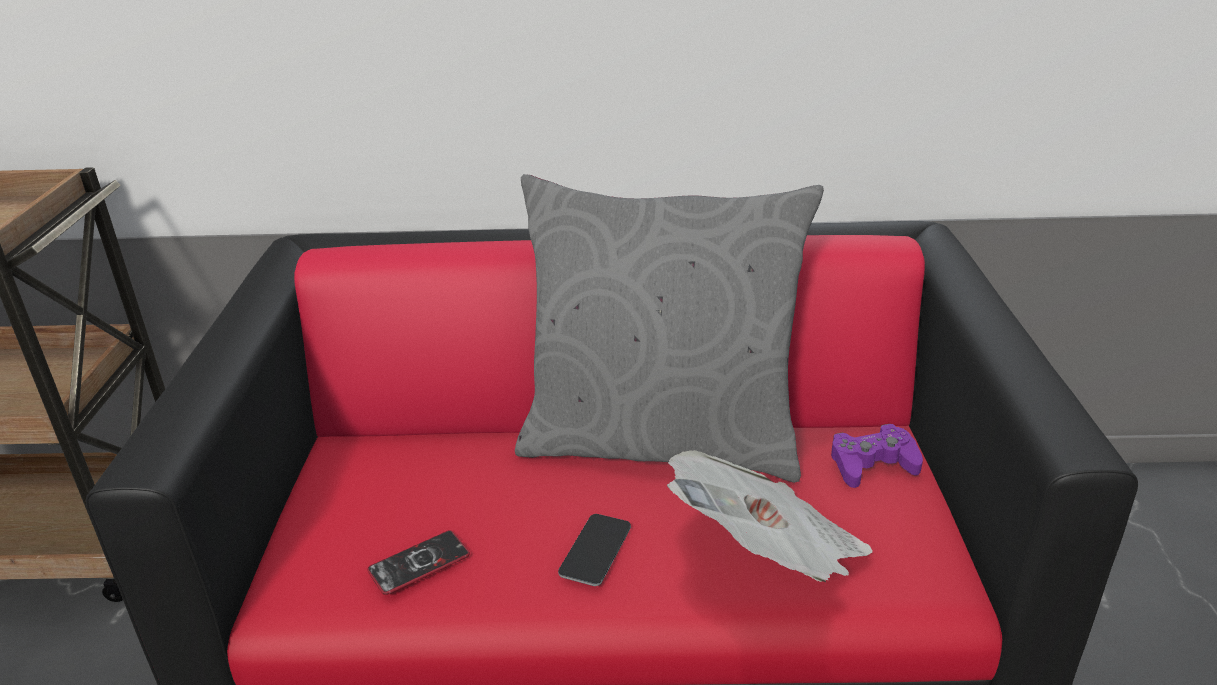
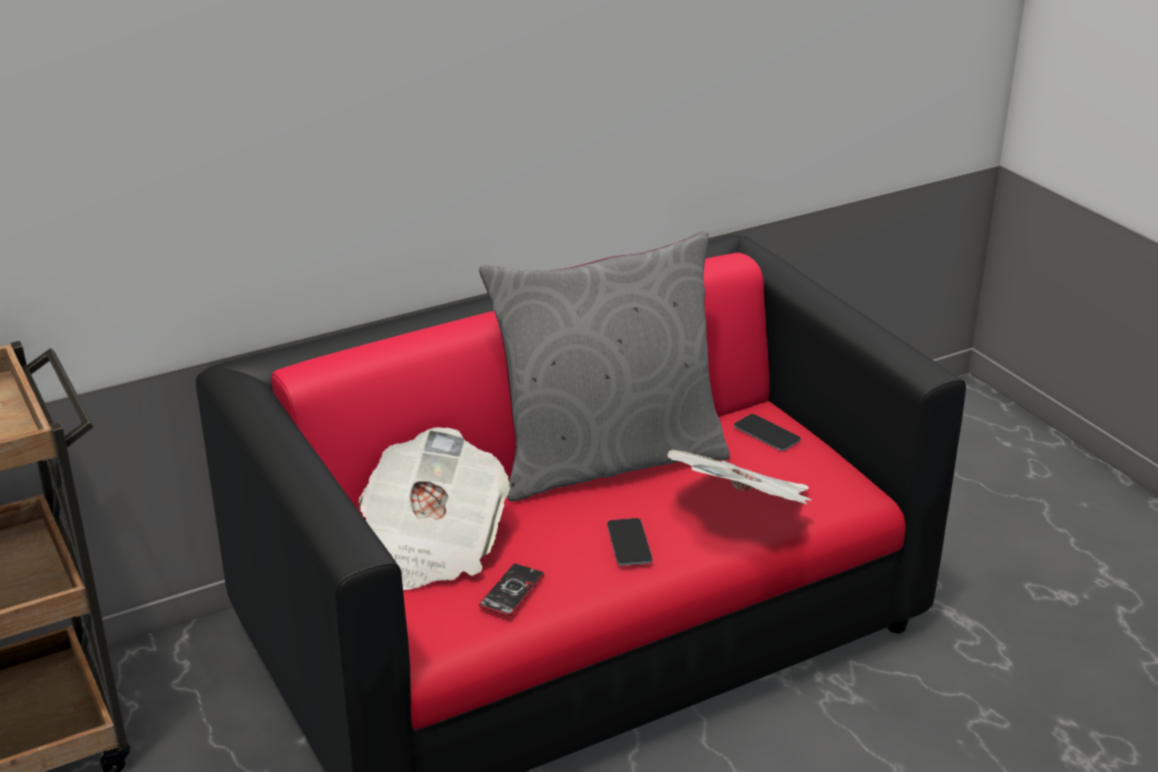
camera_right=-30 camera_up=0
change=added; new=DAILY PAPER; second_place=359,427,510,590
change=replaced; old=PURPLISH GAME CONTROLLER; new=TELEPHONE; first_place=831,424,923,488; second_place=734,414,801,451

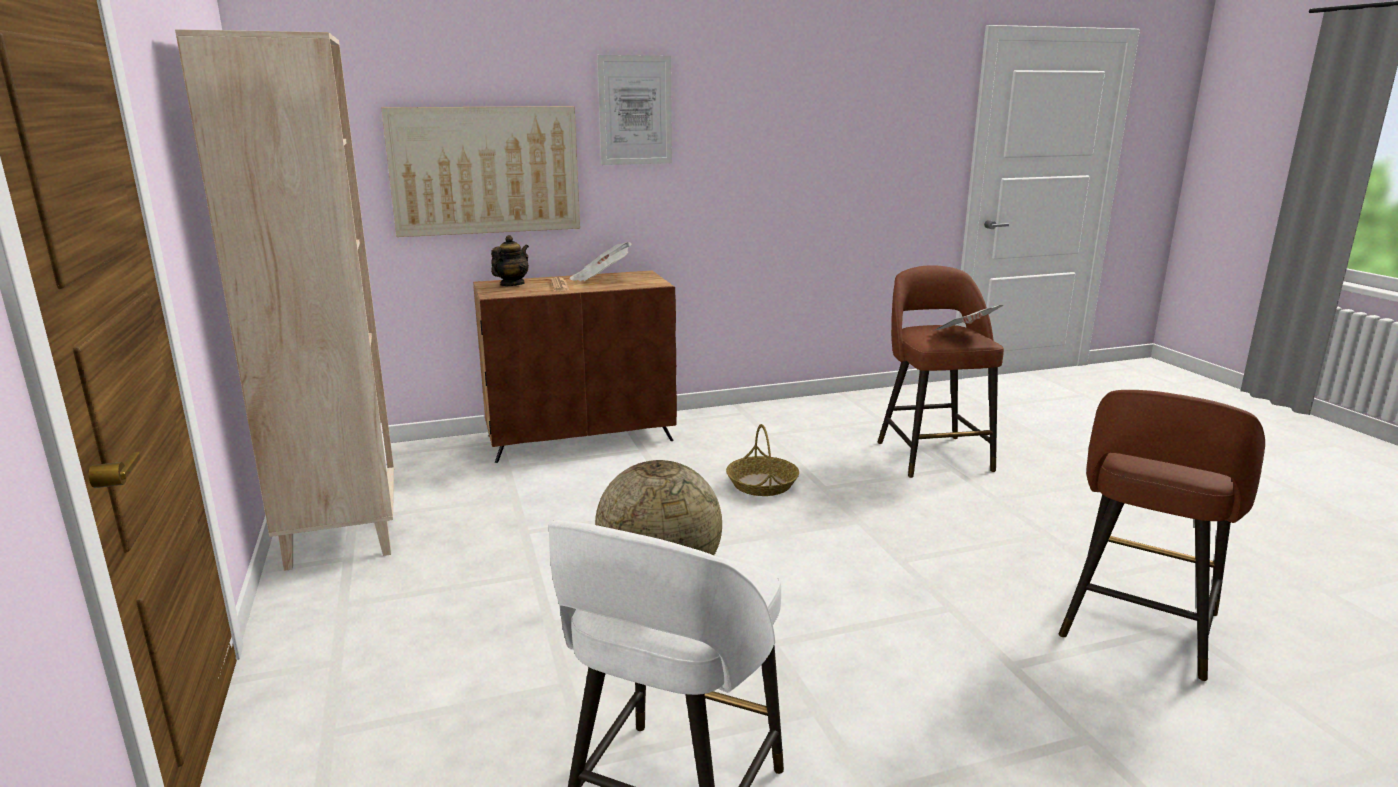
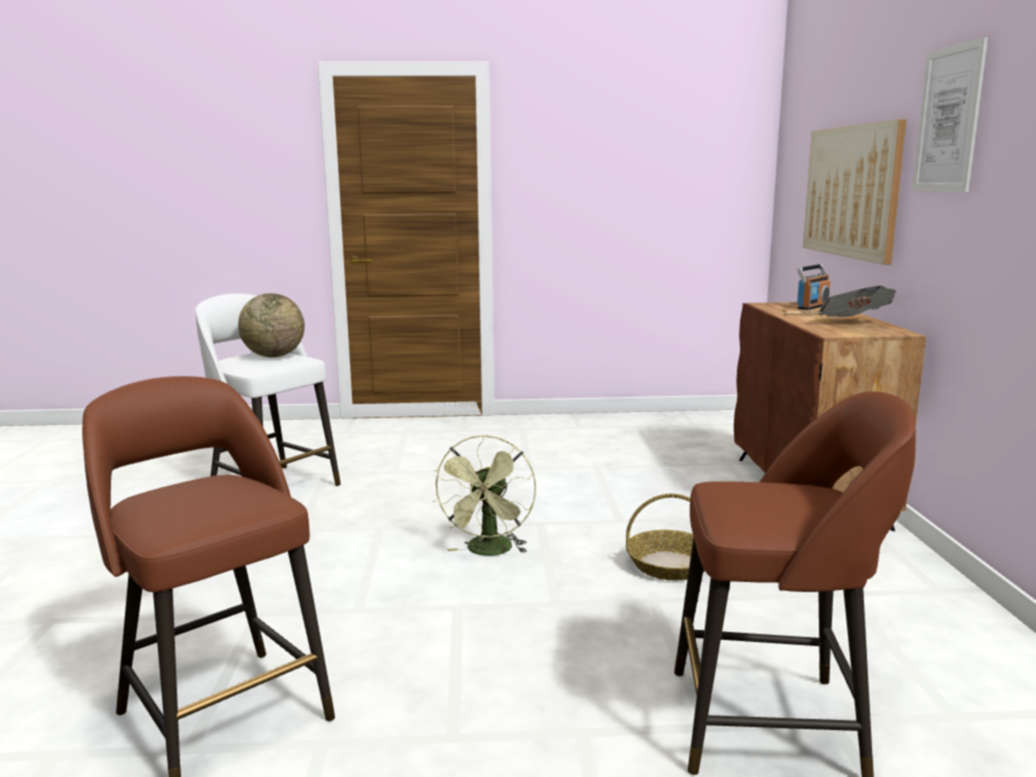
camera_right=105 camera_up=-5
change=removed; old=BEIGE BOOKSHELF; first_place=175,29,394,571
change=removed; old=DAILY PAPER; first_place=933,304,1003,331
change=added; new=GREENISH FAN; second_place=433,435,536,556
change=replaced; old=TEA POT; new=RADIO RECEIVER; first_place=491,235,529,286; second_place=797,264,830,310

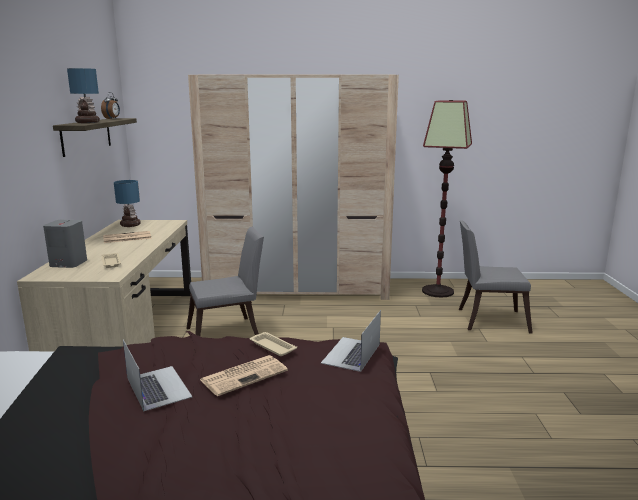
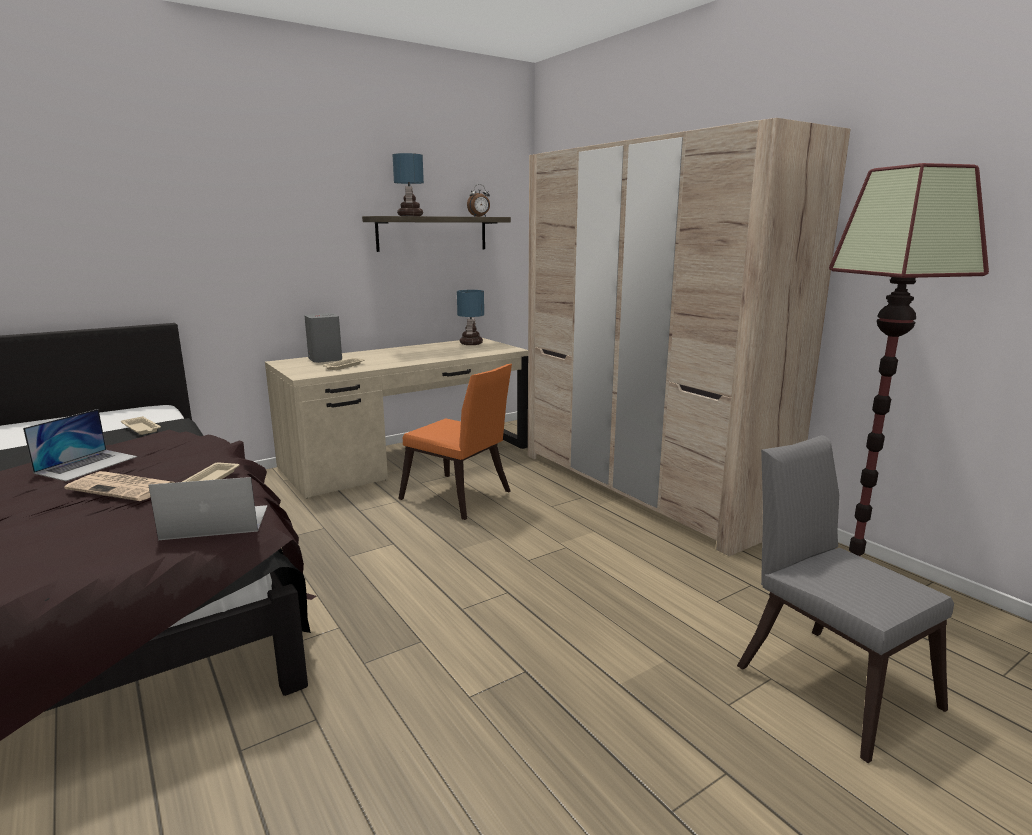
camera_right=55 camera_up=0
change=removed; old=DAILY PAPER; first_place=103,231,152,243
change=added; new=BEIGE TRAY; second_place=121,416,161,435
change=recoloured; old=GREYISH PLAIN CHAIR; new=ORANGE PLAIN CHAIR; first_place=186,227,264,336; second_place=398,364,512,520

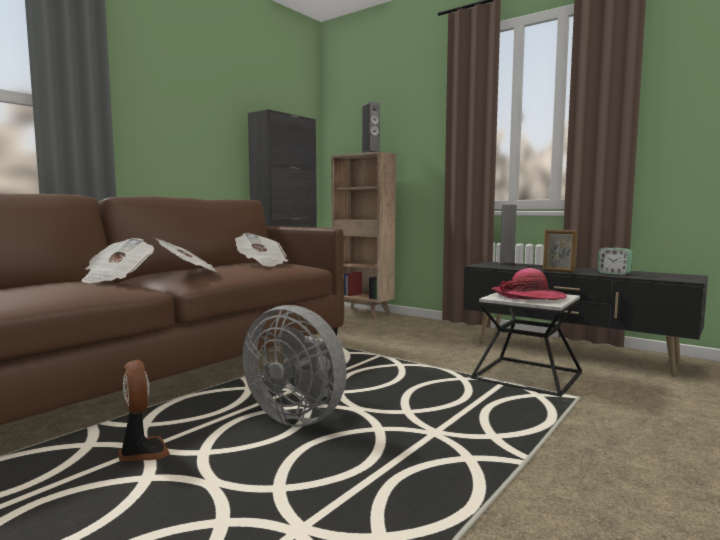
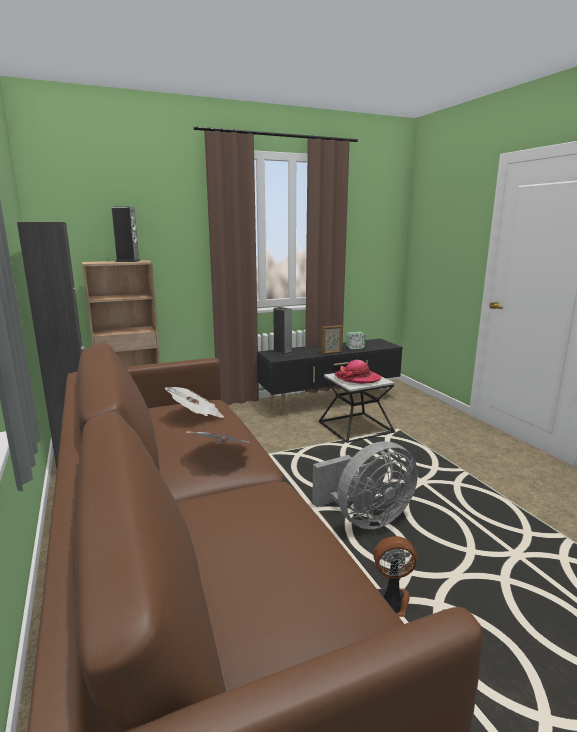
camera_right=-60 camera_up=10
change=removed; old=DAILY PAPER; first_place=81,238,154,283

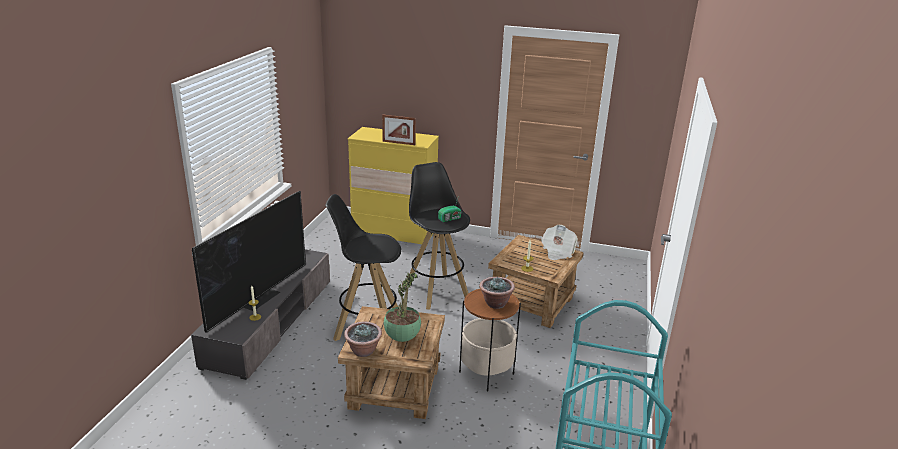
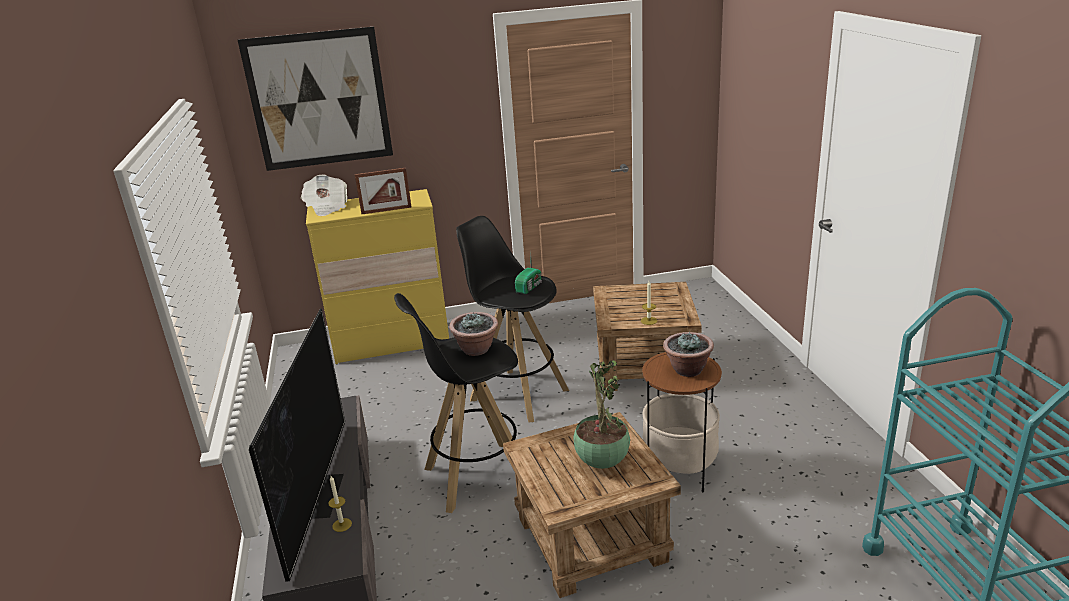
camera_right=-25 camera_up=0
change=added; new=WALL ART; second_place=238,27,393,171
change=moved; old=POTTED PLANT; first_place=344,321,382,357; second_place=449,312,498,356
change=moved; old=DAILY PAPER; first_place=541,225,578,260; second_place=301,175,347,216

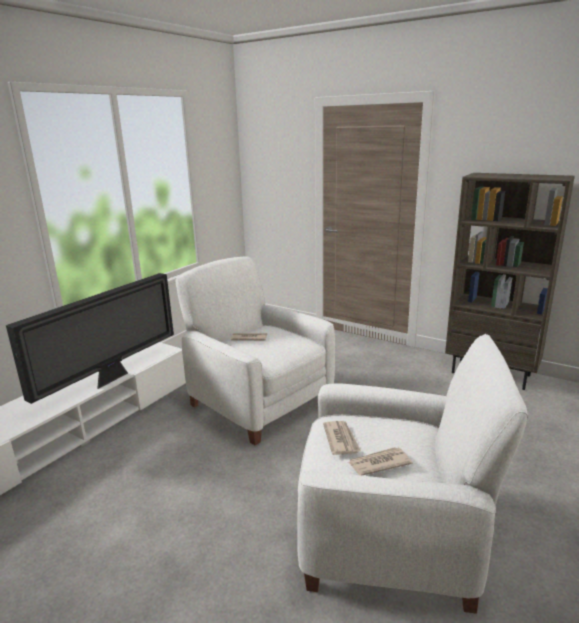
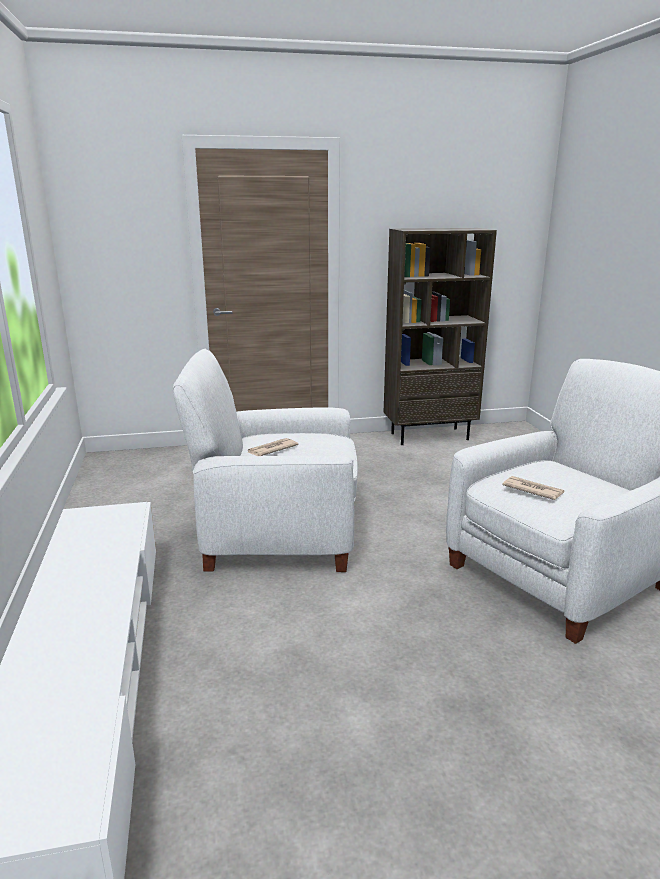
camera_right=-45 camera_up=0
change=removed; old=TV SET; first_place=6,273,174,404
change=removed; old=DAILY PAPER; first_place=348,447,412,475

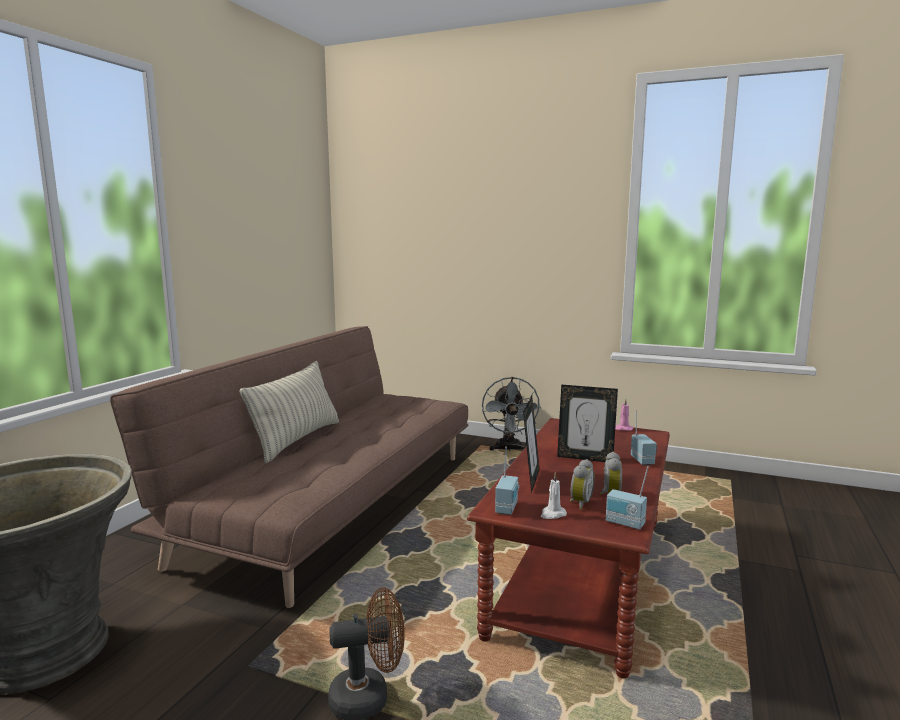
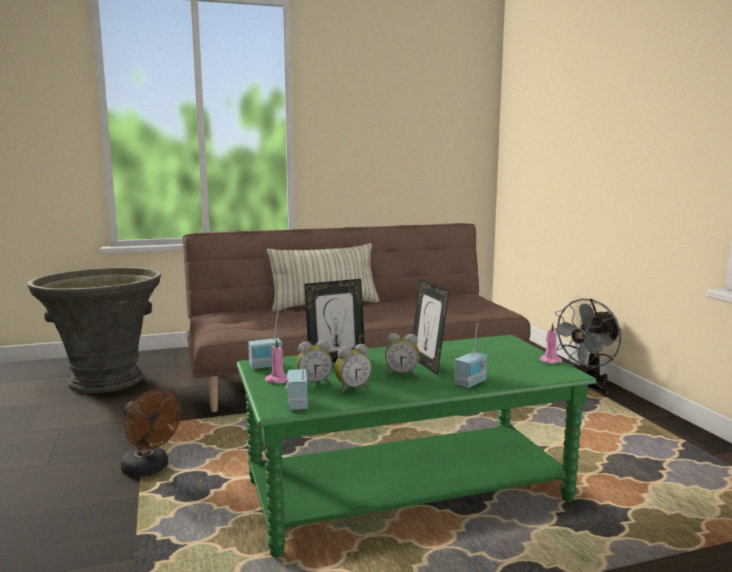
camera_right=50 camera_up=0
change=added; new=TABLE CLOCK; second_place=385,333,420,377
change=recoloured; old=BROWN LOUNGE TABLE; new=GREENISH LOUNGE TABLE; first_place=467,418,670,679; second_place=236,335,597,558
change=recoloured; old=WHITE-COLOURED WAX CANDLE; new=PINKISH WAX CANDLE; first_place=541,472,567,519; second_place=265,338,287,383

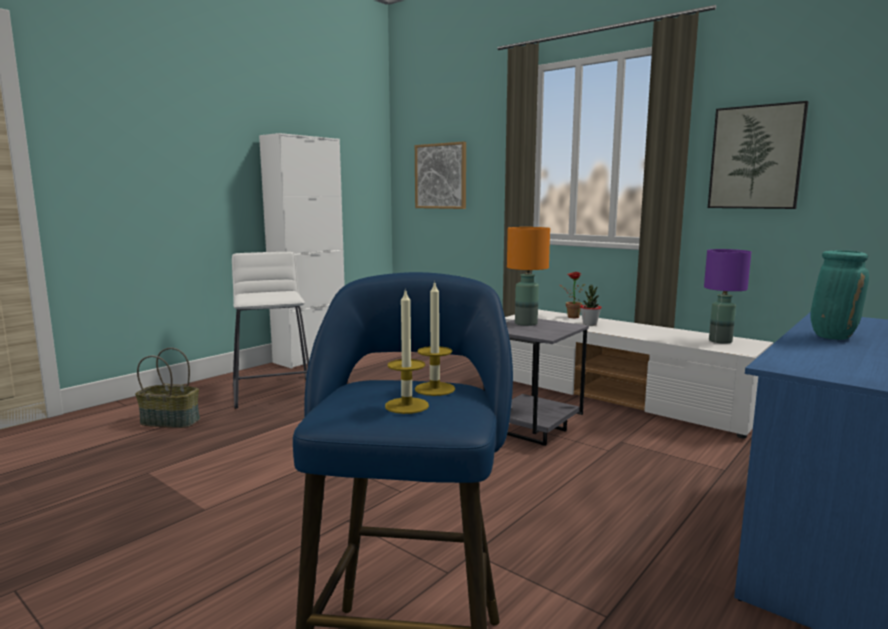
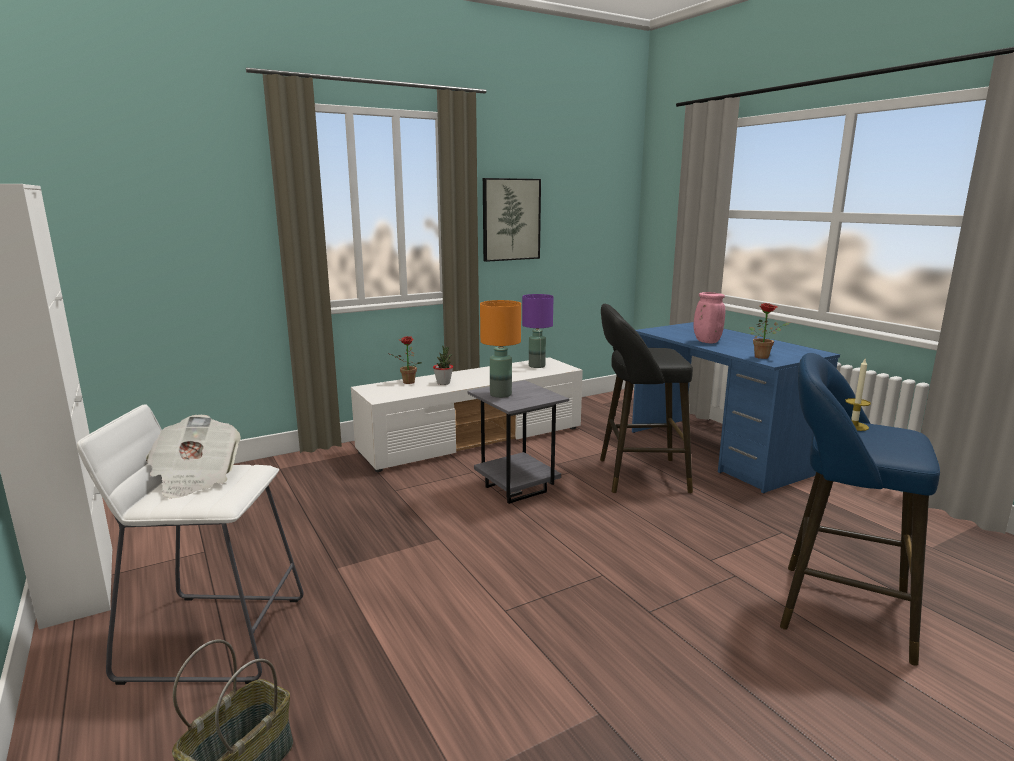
camera_right=-70 camera_up=5
change=removed; old=WAX CANDLE; first_place=385,288,429,414
change=removed; old=WALL ART; first_place=415,141,466,209
change=added; new=DAILY PAPER; second_place=146,415,241,499
change=added; new=BLACK SITTING STOOL; second_place=600,304,693,493
change=added; new=POTTED PLANT; second_place=749,303,791,359
change=recoloured; old=BLUE-GREEN DECORATIVE VASE; new=PINKISH DECORATIVE VASE; first_place=810,250,869,340; second_place=694,292,725,343

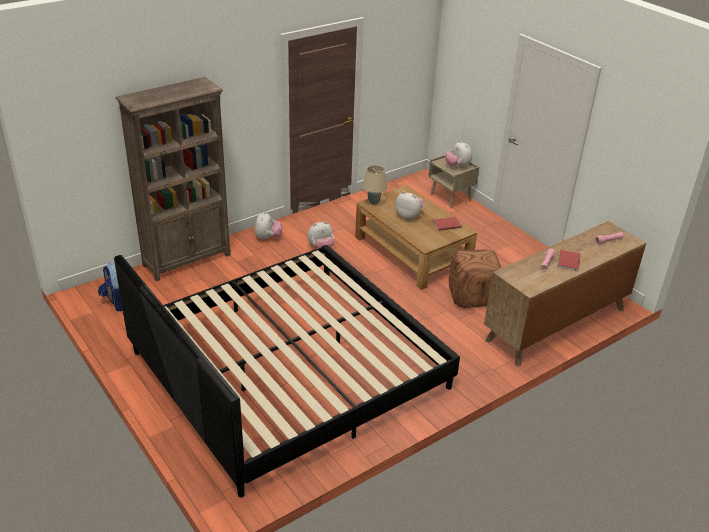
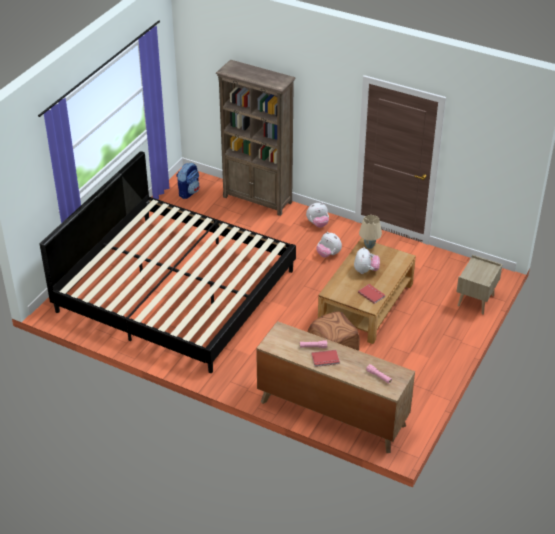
camera_right=65 camera_up=5
change=removed; old=CUDDLY TOY; first_place=445,140,472,168

